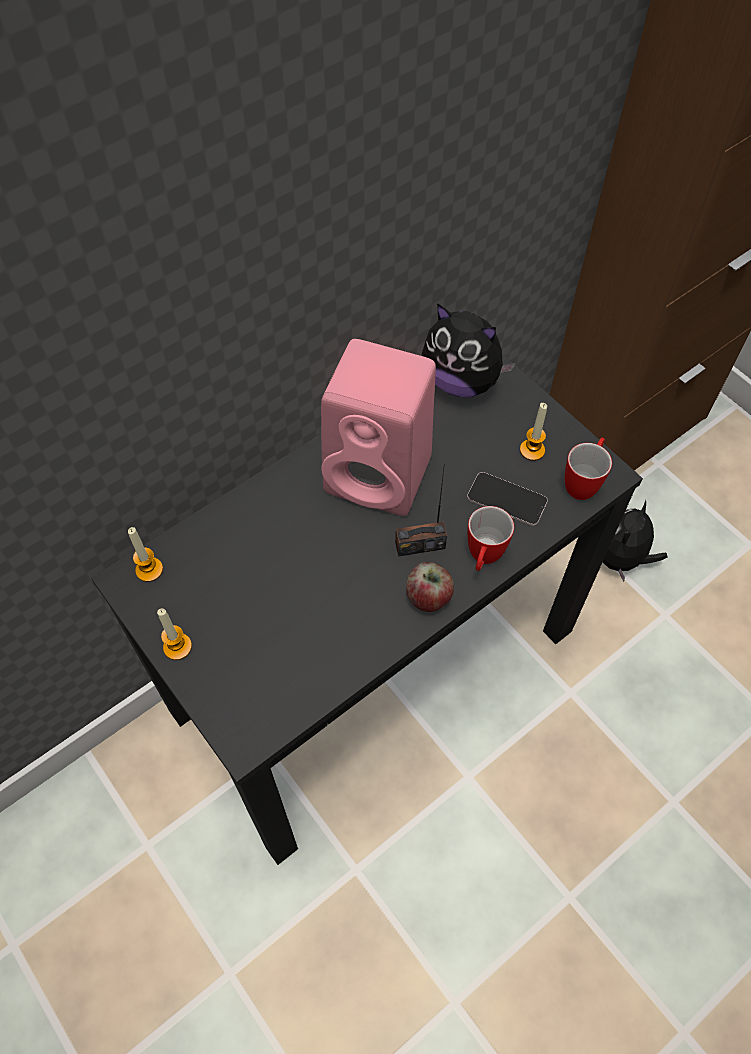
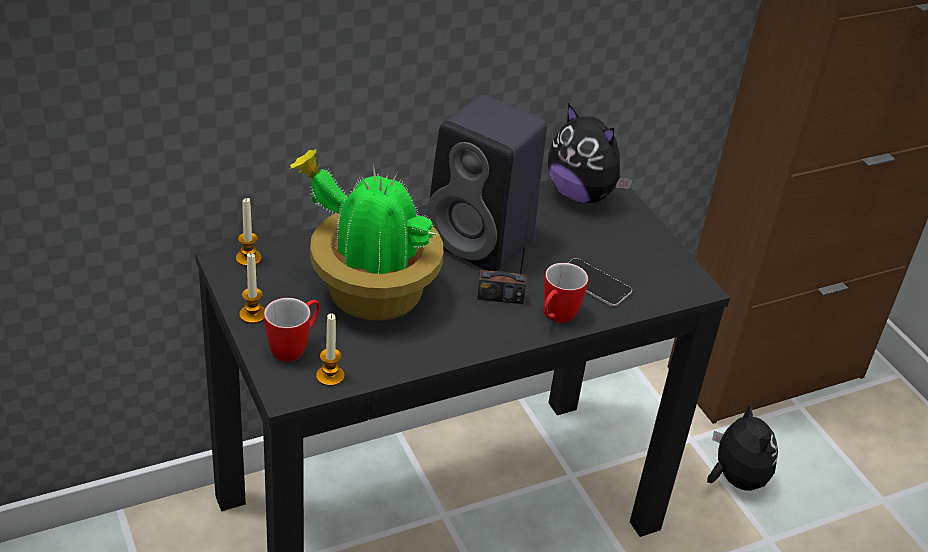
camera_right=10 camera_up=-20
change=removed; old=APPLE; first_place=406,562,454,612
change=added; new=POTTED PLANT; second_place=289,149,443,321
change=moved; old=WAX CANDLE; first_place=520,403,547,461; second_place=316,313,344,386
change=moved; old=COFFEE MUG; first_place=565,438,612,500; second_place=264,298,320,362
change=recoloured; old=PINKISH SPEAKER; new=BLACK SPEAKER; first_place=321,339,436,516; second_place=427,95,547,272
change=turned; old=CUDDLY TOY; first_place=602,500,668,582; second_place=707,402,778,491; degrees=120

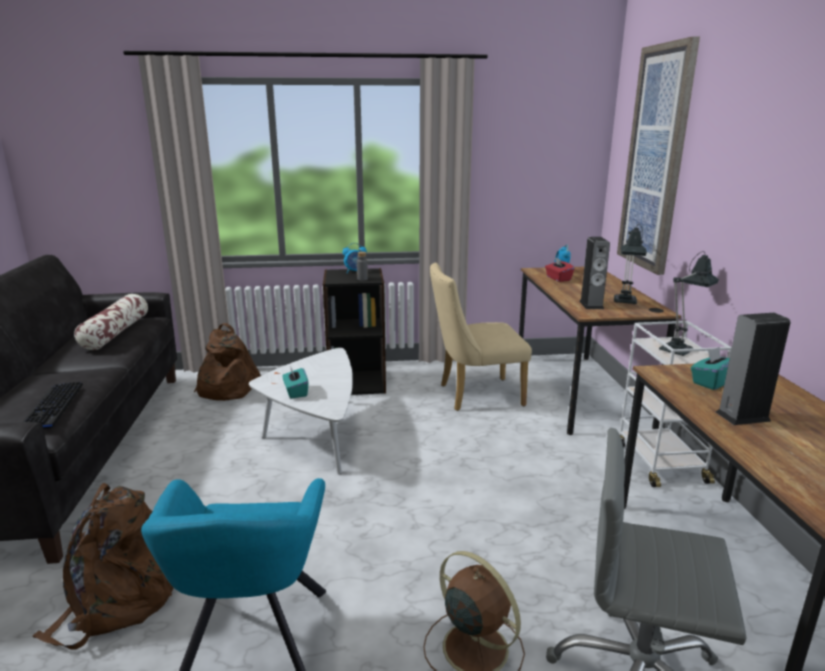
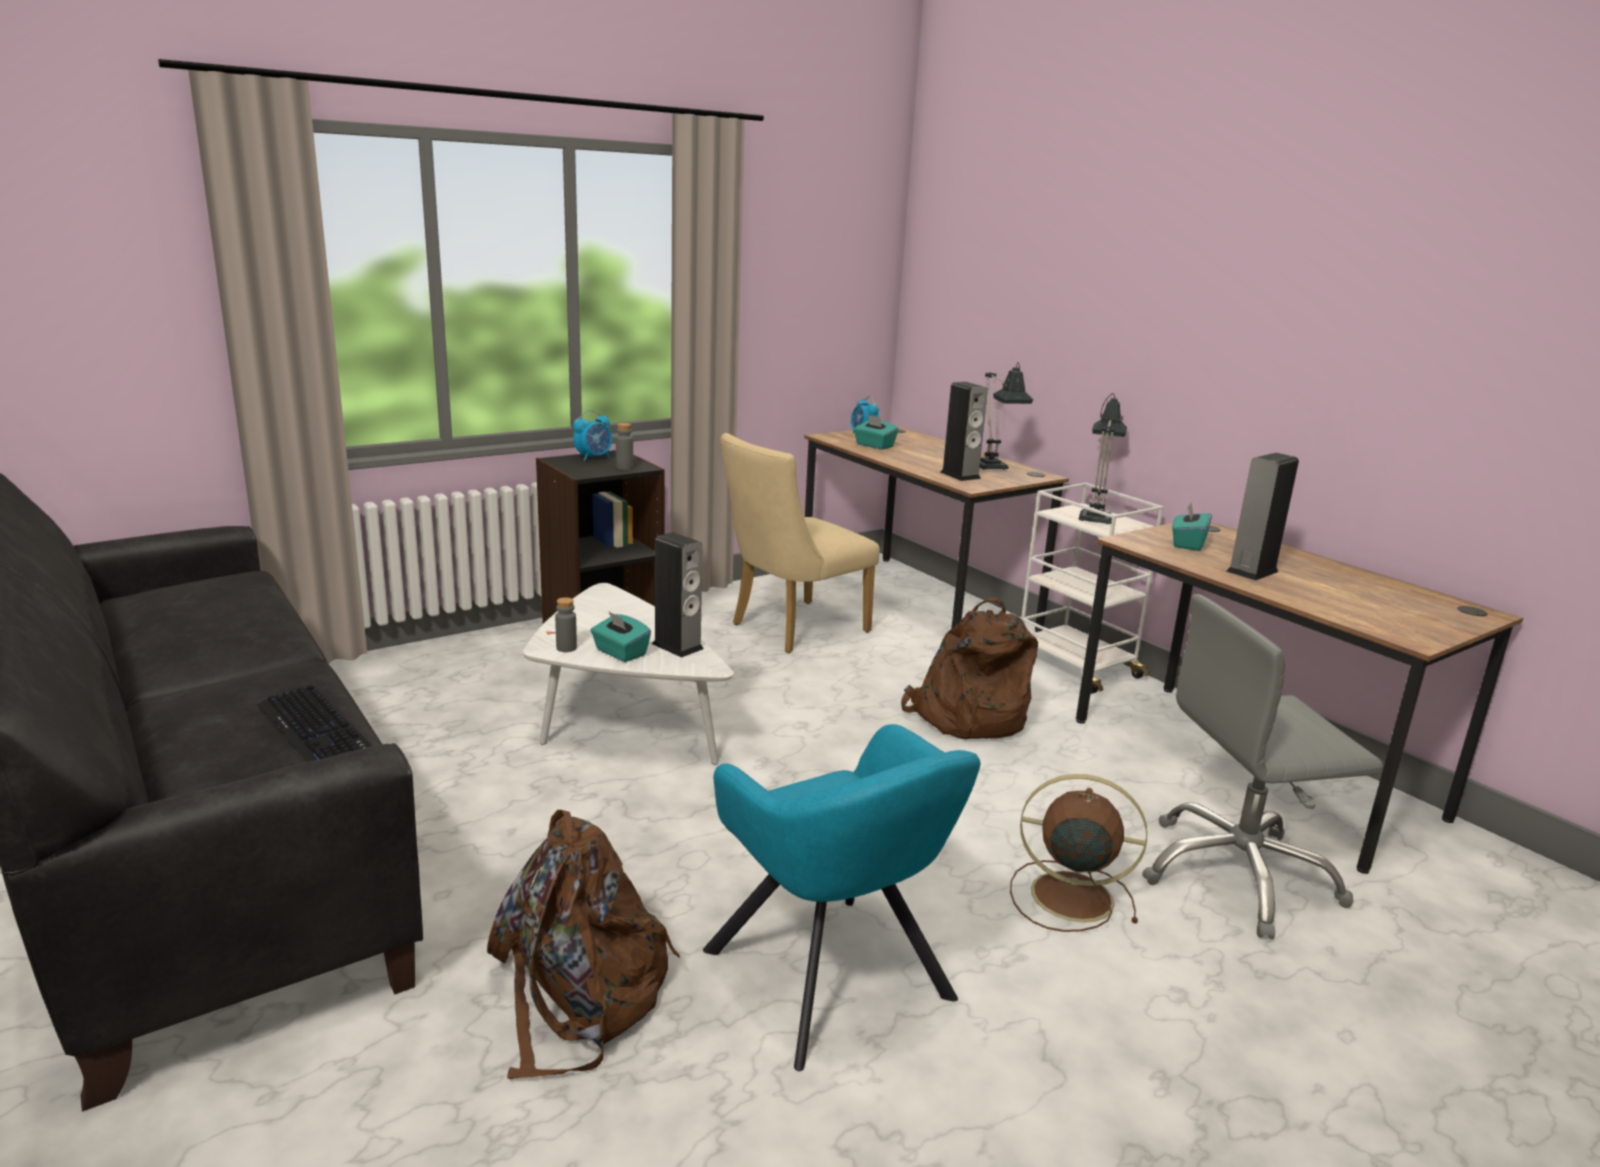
camera_right=-30 camera_up=0
change=removed; old=CUSHION; first_place=74,294,148,350
change=removed; old=WALL ART; first_place=617,36,700,275
change=added; new=GREYISH DRINK BOTTLE; second_place=555,597,577,652
change=added; new=SPEAKER; second_place=652,532,704,658
change=moved; old=BROWN BACKPACK; first_place=194,323,261,401; second_place=901,597,1038,739
change=recoloured; old=RED TISSUE HOLDER; new=BLUE-GREEN TISSUE HOLDER; first_place=545,257,575,282; second_place=854,415,899,450

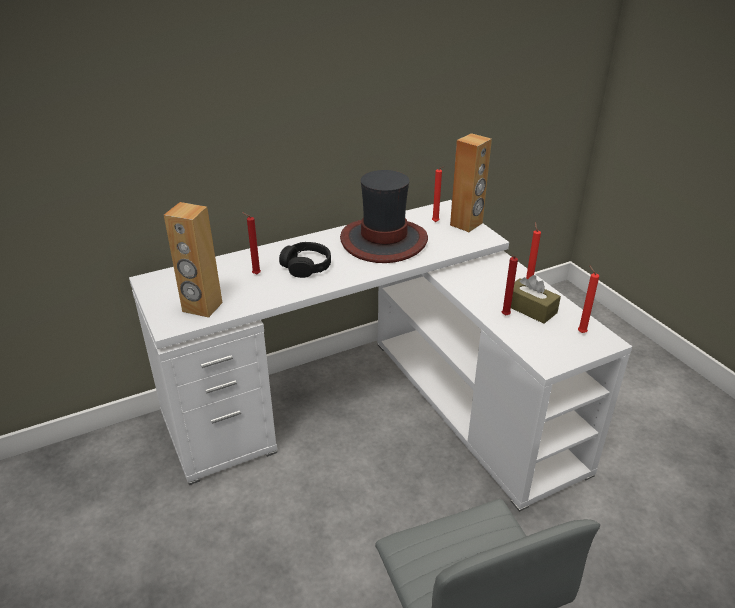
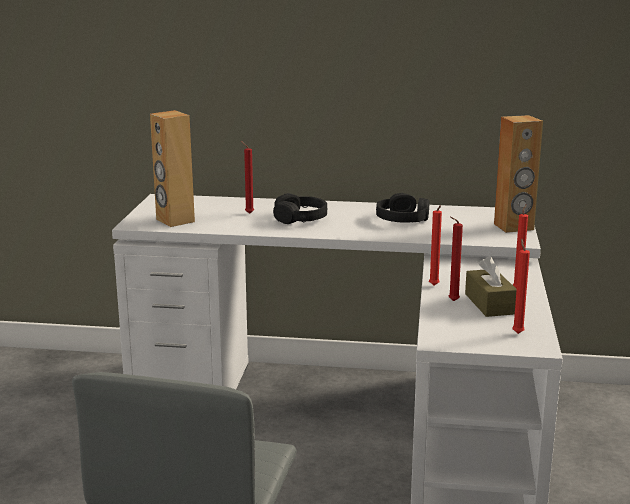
camera_right=35 camera_up=-15
change=moved; old=RED WAX CANDLE; first_place=432,166,445,222; second_place=429,206,442,285
change=replaced; old=WEARABLE HAT; new=BLACK PAIR OF HEADPHONES; first_place=340,170,428,263; second_place=376,193,429,223

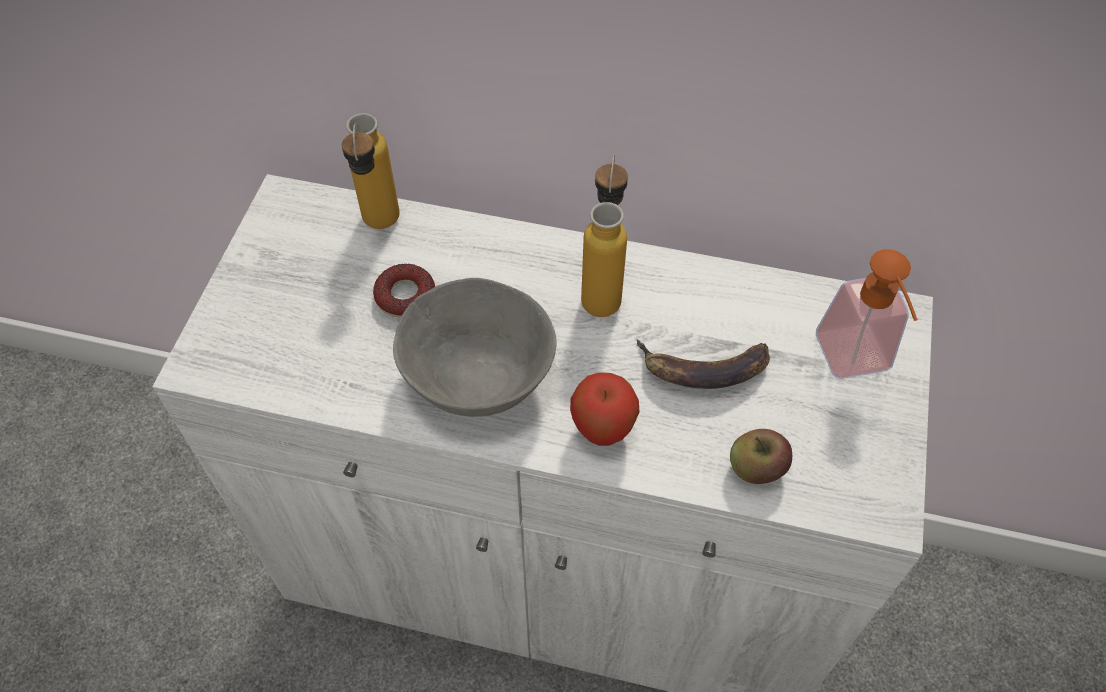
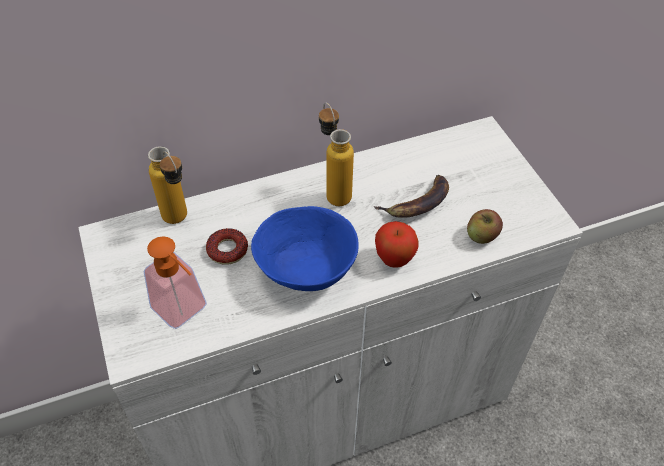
camera_right=-35 camera_up=-5
change=moved; old=SOAP BOTTLE; first_place=816,249,918,379; second_place=144,236,207,329
change=recoloured; old=GREYISH SERVING BOWL; new=BLUE-COLOURED SERVING BOWL; first_place=393,278,557,417; second_place=251,206,359,291

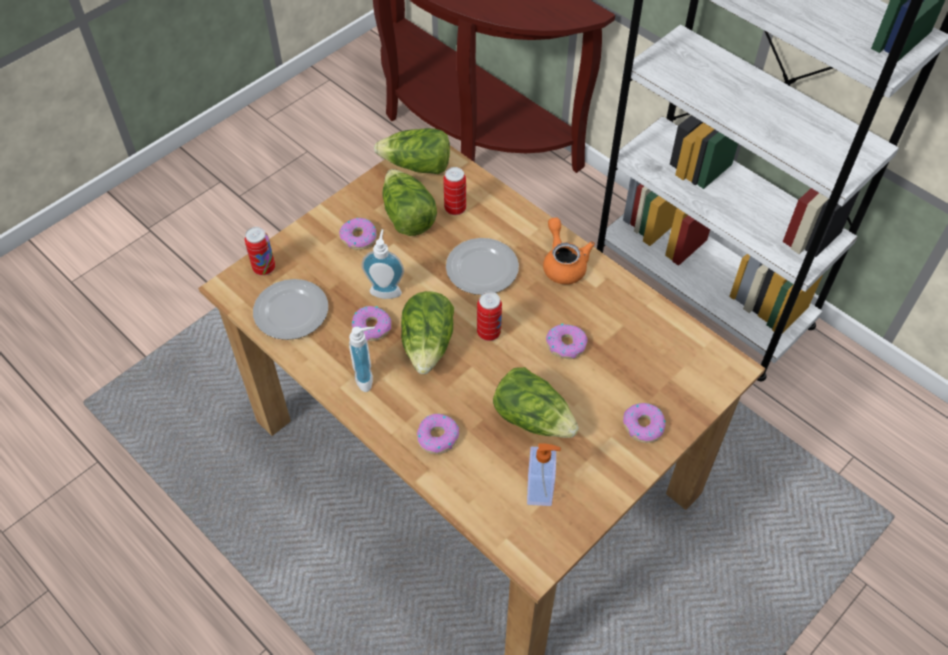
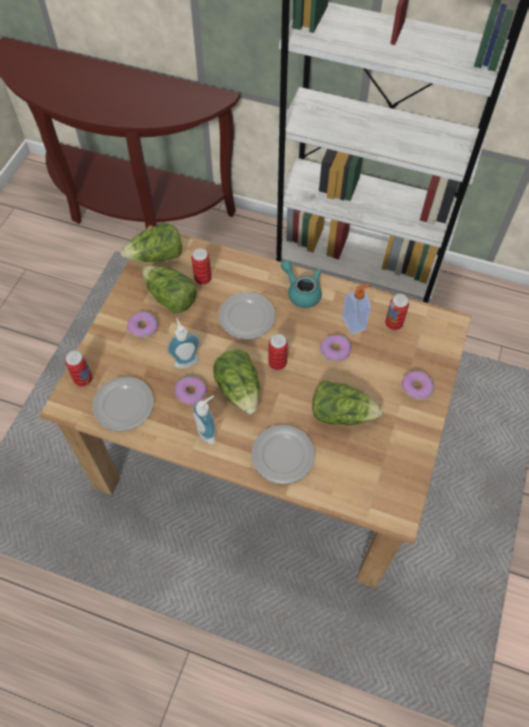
camera_right=-25 camera_up=5
change=added; new=CAN; second_place=385,294,409,330
change=moved; old=SOAP BOTTLE; first_place=527,443,561,506; second_place=342,284,371,335
change=replaced; old=RING DOUGHNUT; new=PLATE; first_place=417,414,459,454; second_place=251,425,315,484
change=recoloured; old=ORANGE TEA POT; new=BLUE-GREEN TEA POT; first_place=543,218,595,284; second_place=281,260,322,308

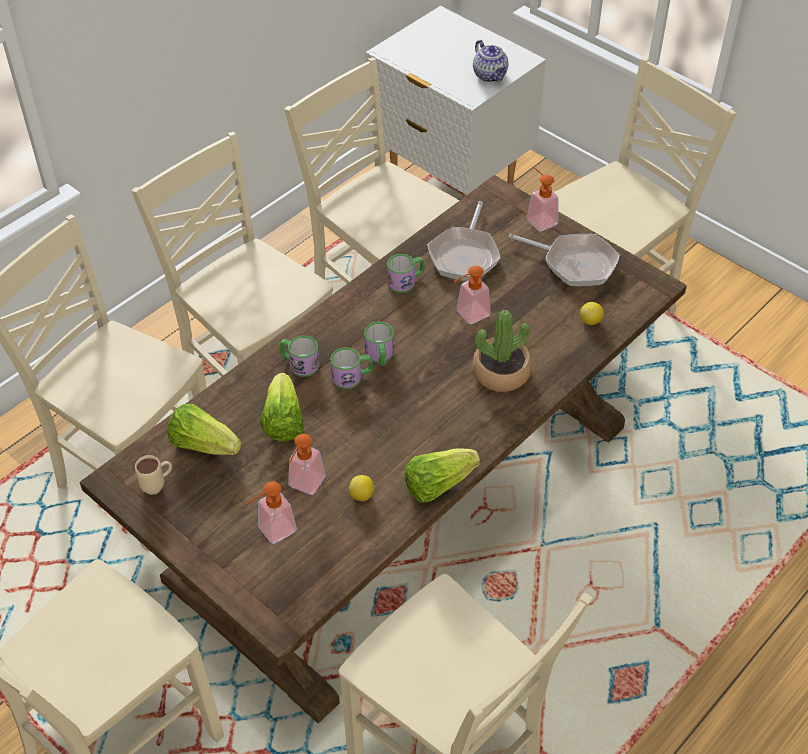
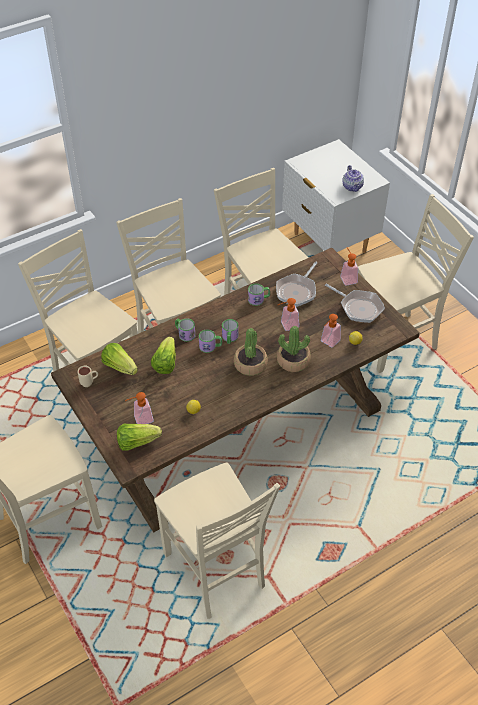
camera_right=15 camera_up=0
change=added; new=POTTED PLANT; second_place=234,328,268,376
change=moved; old=SOAP BOTTLE; first_place=288,434,325,495; second_place=321,314,341,347
change=moved; old=HEAD OF LETTUCE; first_place=405,449,480,503; second_place=117,424,162,451

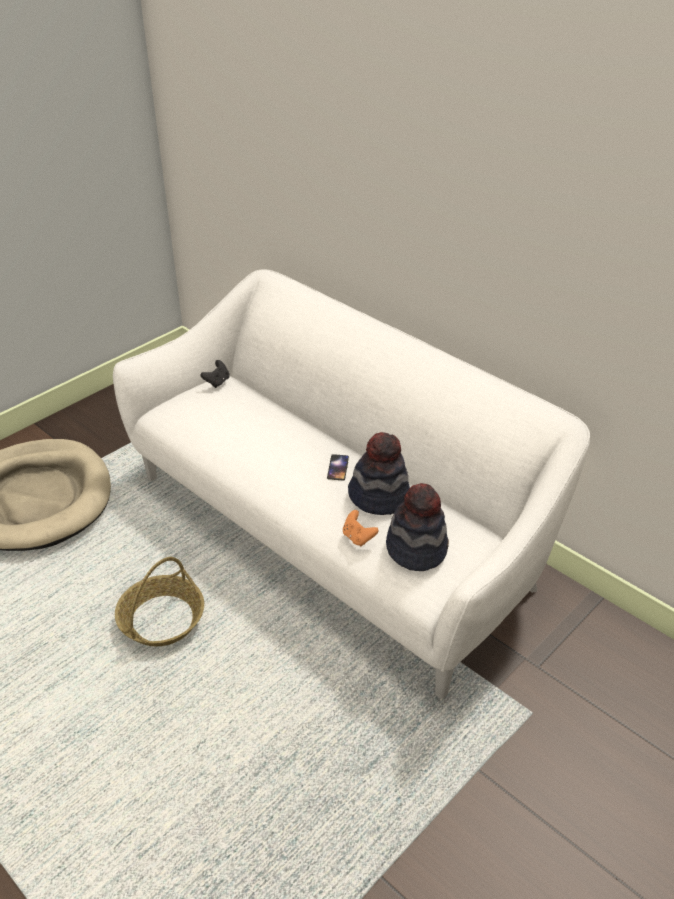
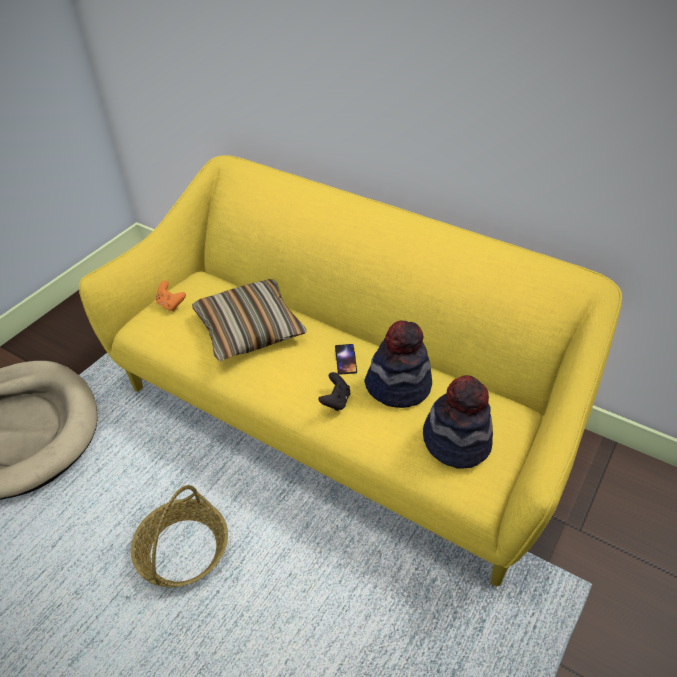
camera_right=-10 camera_up=5
change=added; new=CUSHION; second_place=192,279,307,362
change=moved; old=BLACK GAME CONTROLLER; first_place=201,360,230,388; second_place=318,372,350,411
change=moved; old=ORANGE GAME CONTROLLER; first_place=343,510,378,547; second_place=156,281,186,312
change=recoloured; old=WHITE-COLOURED SETTEE; new=YELLOW SETTEE; first_place=113,269,590,699; second_place=79,155,622,586

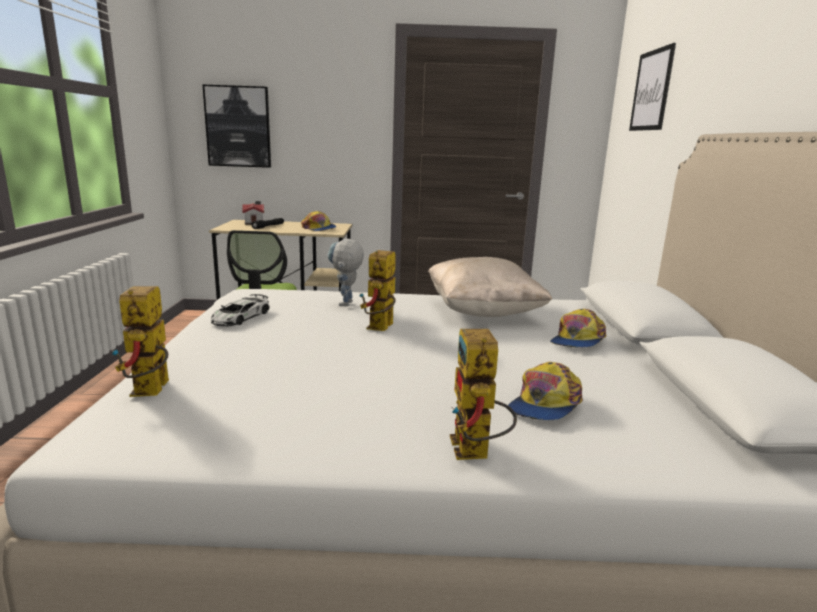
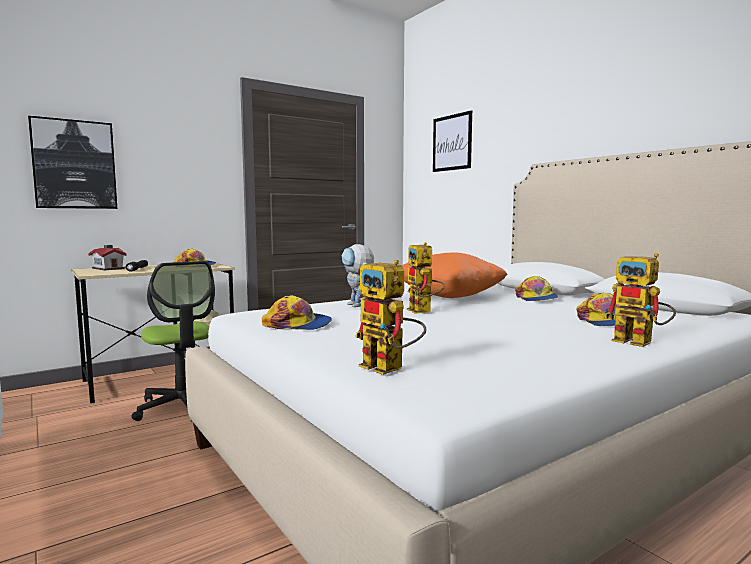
camera_right=-35 camera_up=-10
change=replaced; old=MODEL CAR; new=BASEBALL CAP; first_place=211,294,269,327; second_place=262,295,332,330
change=recoloured; old=BEIGE CUSHION; new=ORANGE CUSHION; first_place=428,257,552,317; second_place=402,252,507,298

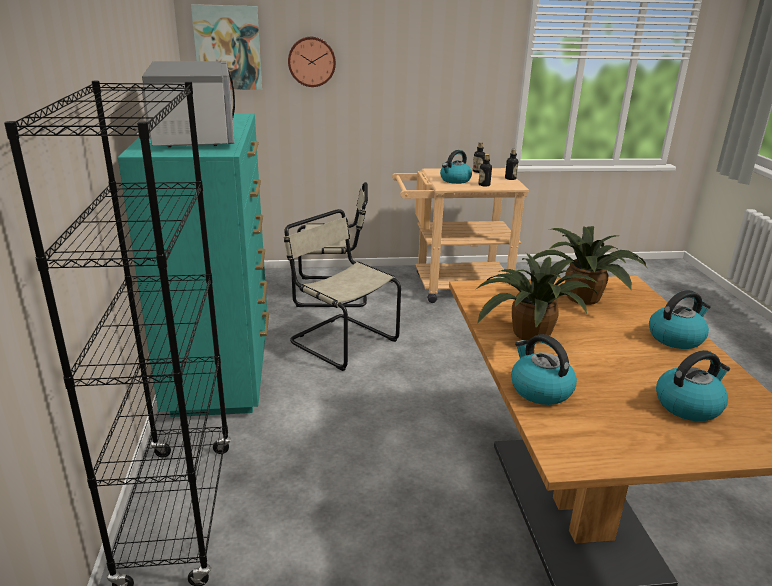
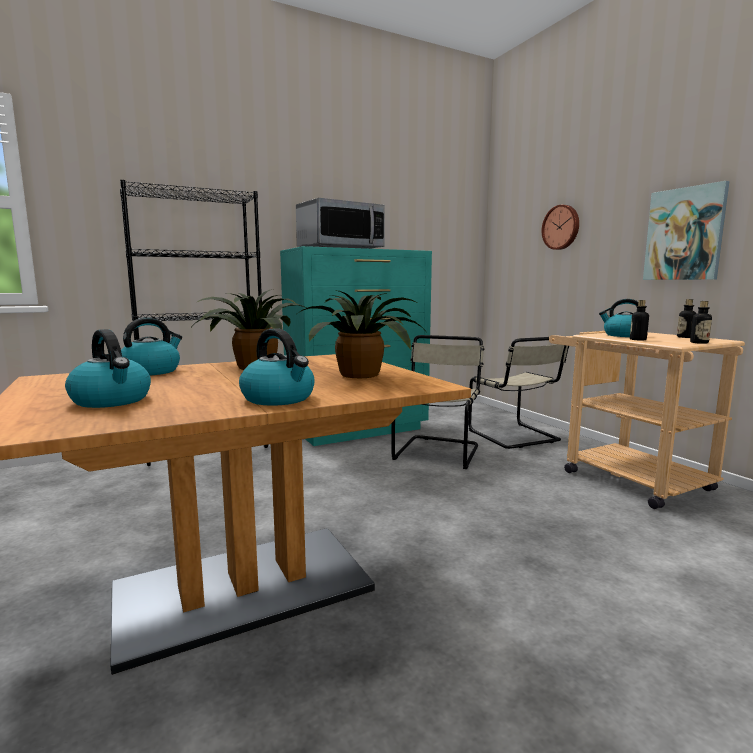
camera_right=70 camera_up=-15
change=moved; old=WALL ART; first_place=191,4,262,90; second_place=643,181,729,280

